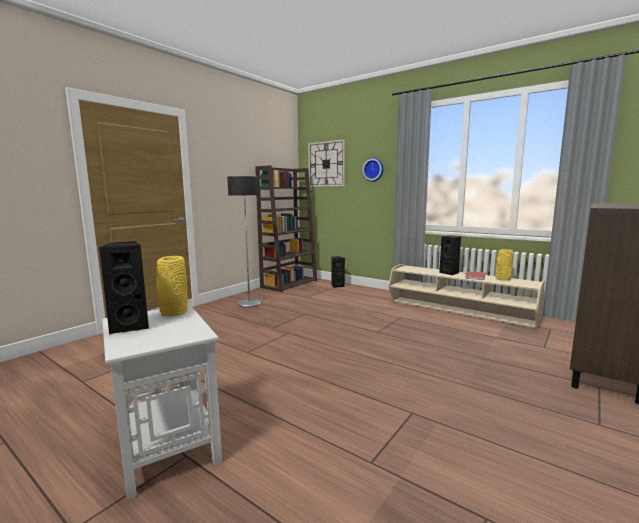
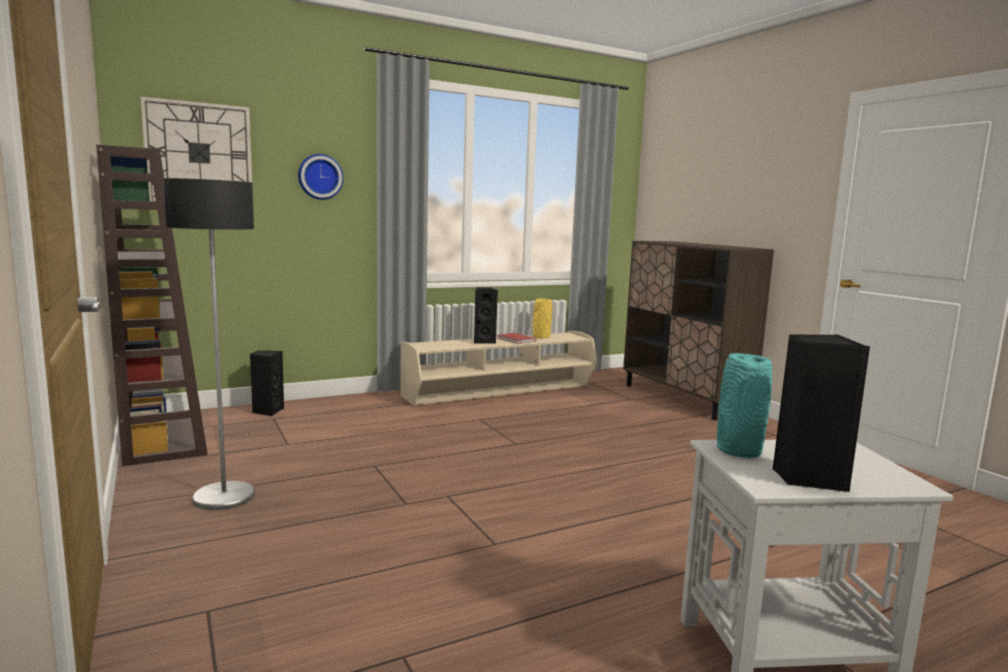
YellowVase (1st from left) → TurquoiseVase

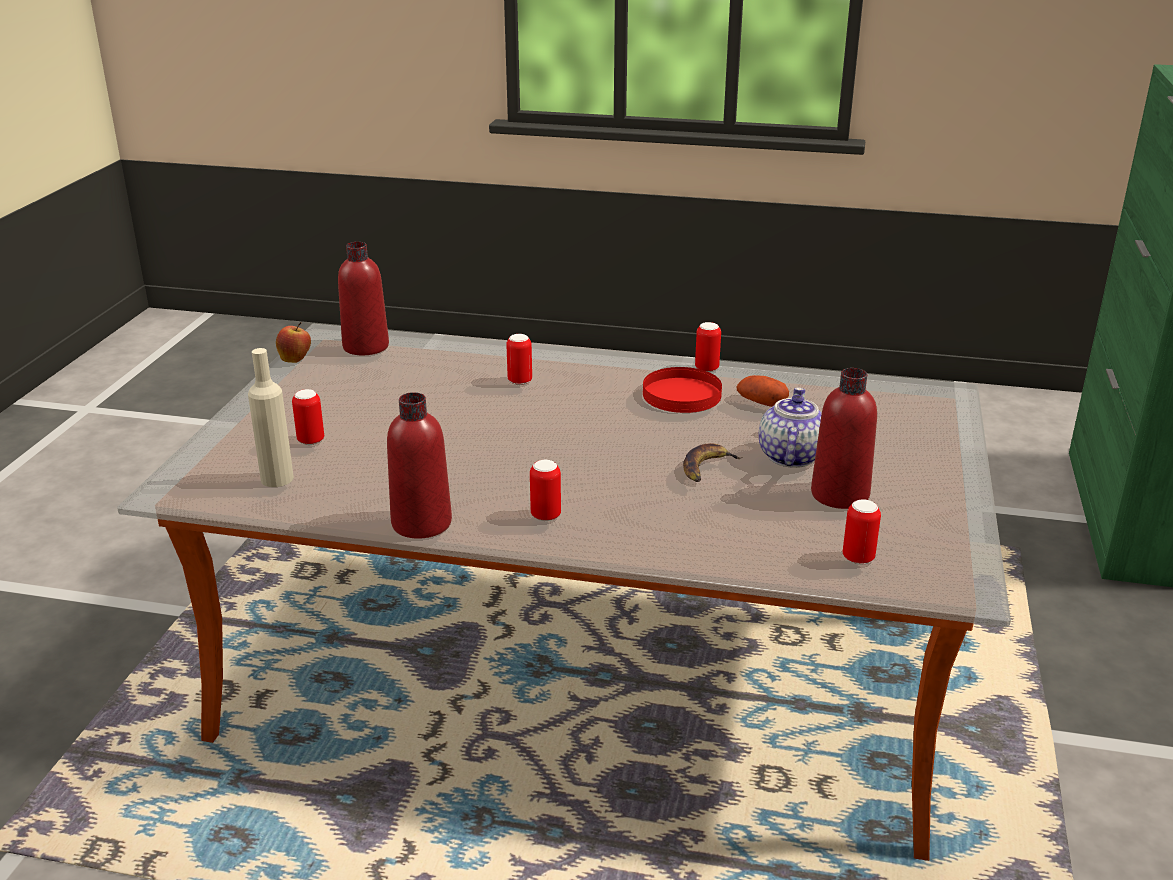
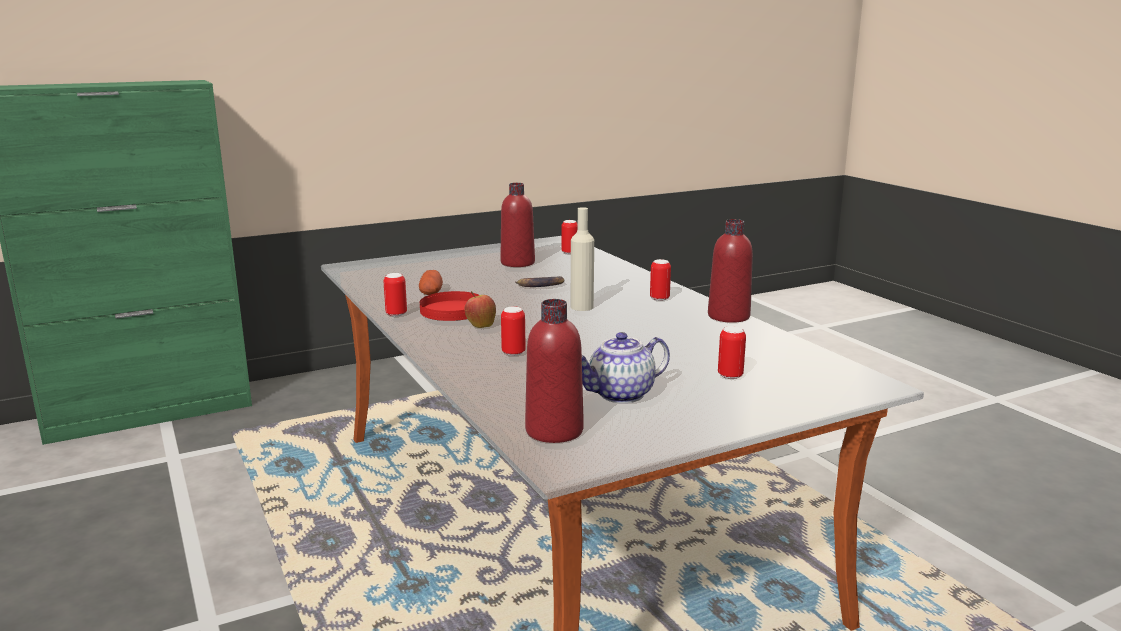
Apple, moved
BeigeBottle, moved
Teapot, moved

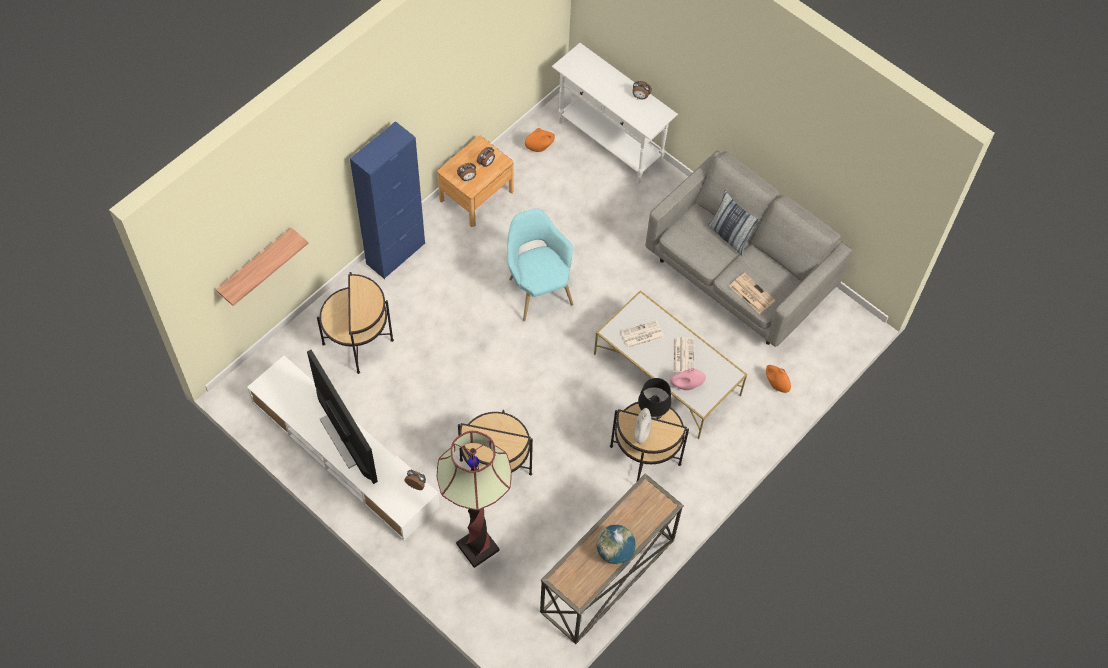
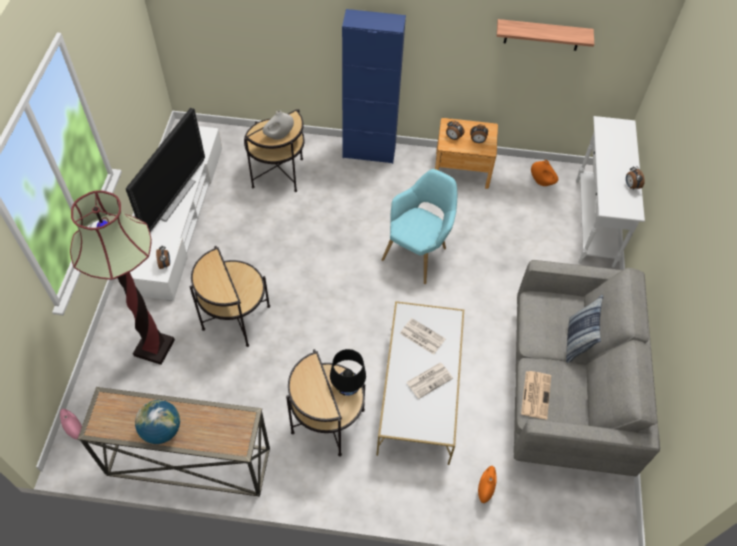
PinkVase, moved
WhiteVase, moved
Shelf, moved

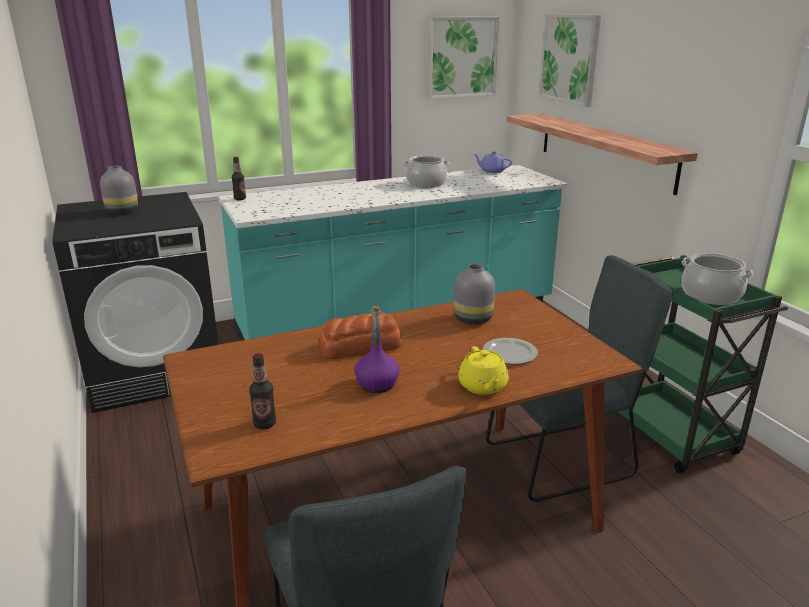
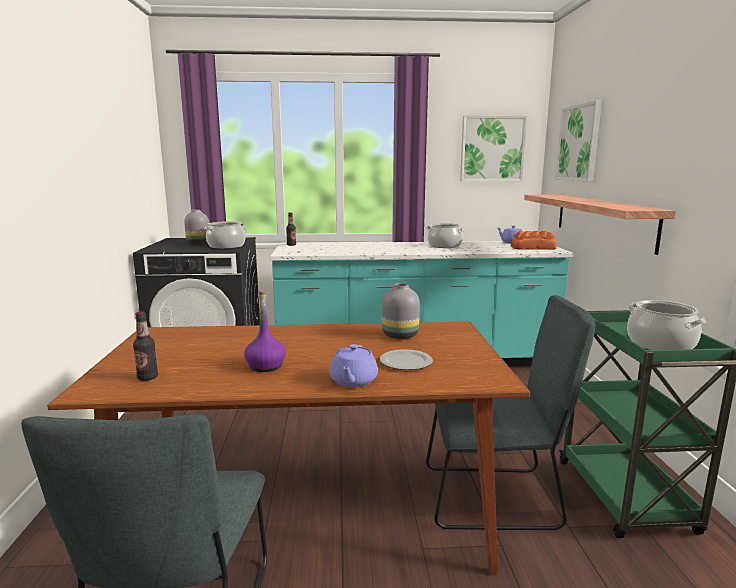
- → CookingPot (1st from left)
YellowTeapot → PurpleTeapot (1st from left)
Bread, moved

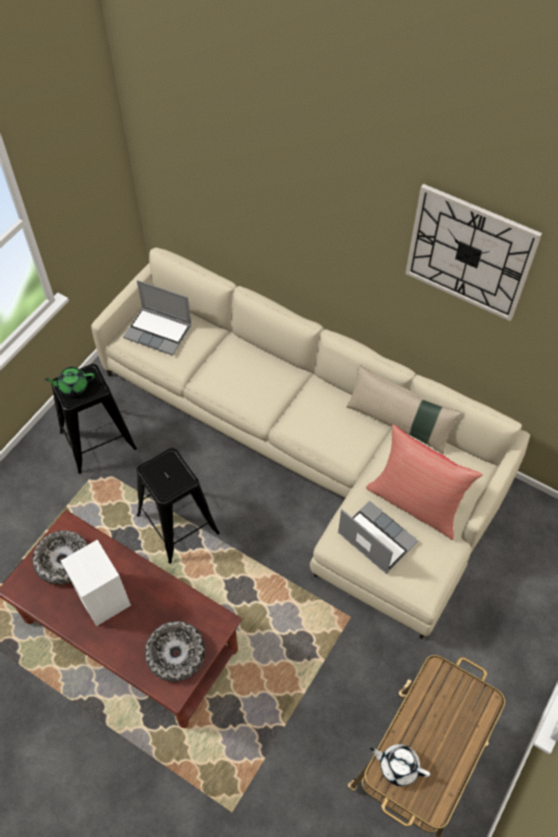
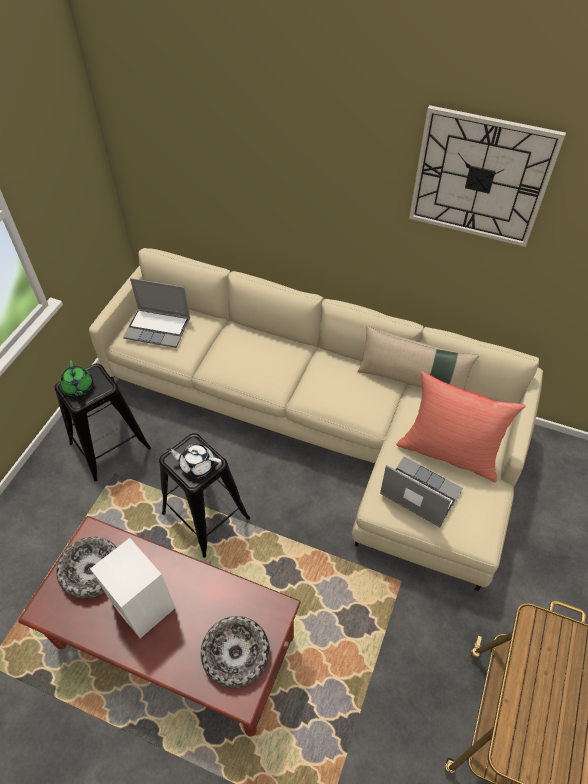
GreenTeapot, 90 degrees counterclockwise
WhiteTeapot, moved

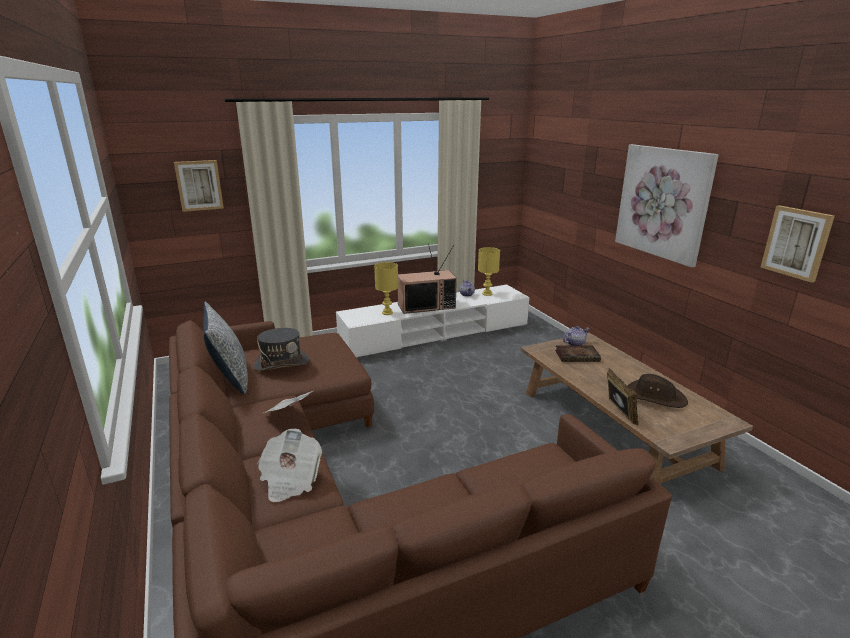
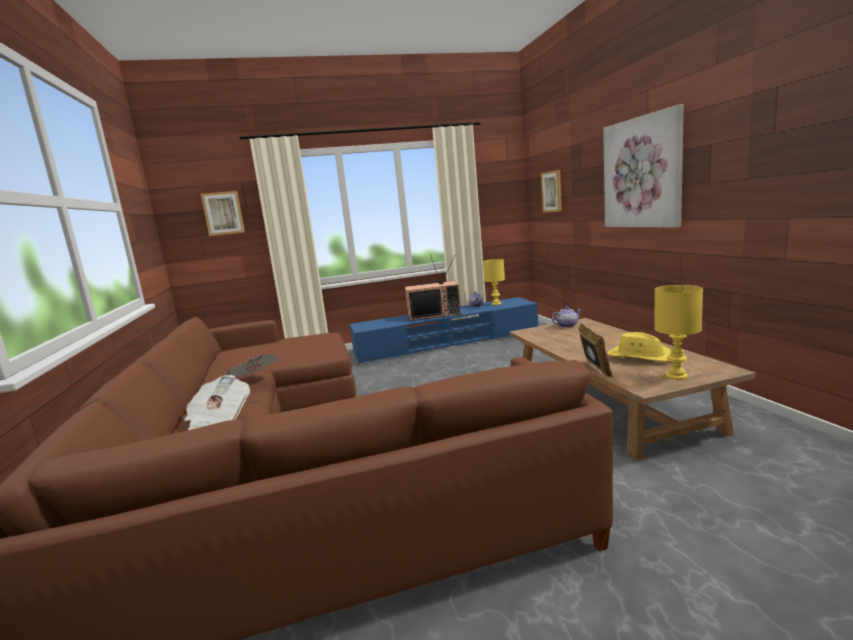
WhiteTvStand → BlueTvStand
Picture (3rd from left in the first image) → Picture (2nd from left), moved
BrownHat → YellowHat
YellowTableLamp (1st from left in the first image) → YellowTableLamp (2nd from left), moved
Pillow → -
GreyHat → -
Book → -

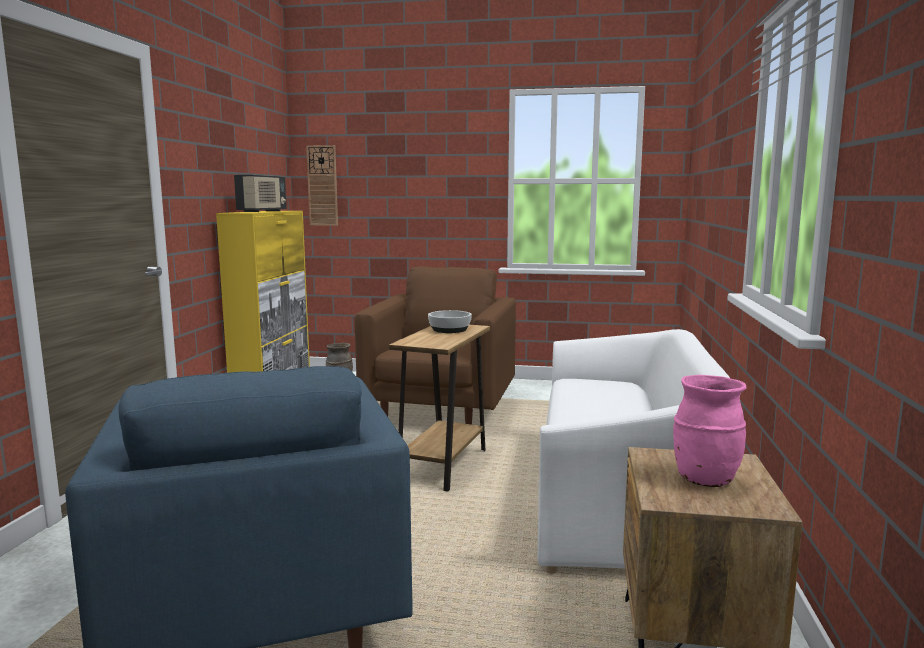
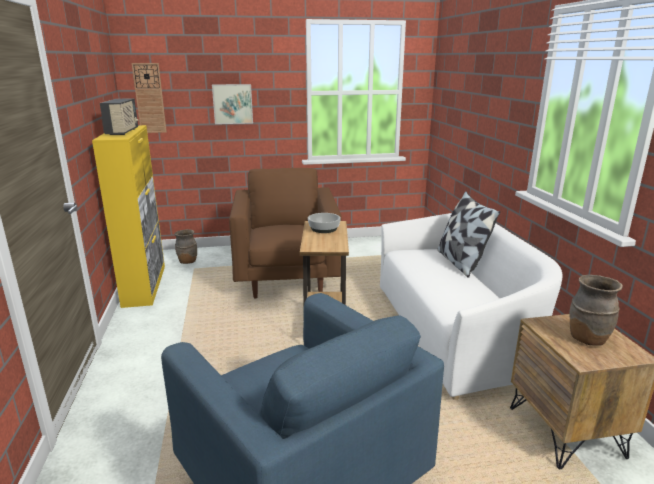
- → Picture
- → Pillow
PinkVase → BrownVase (2nd from left)

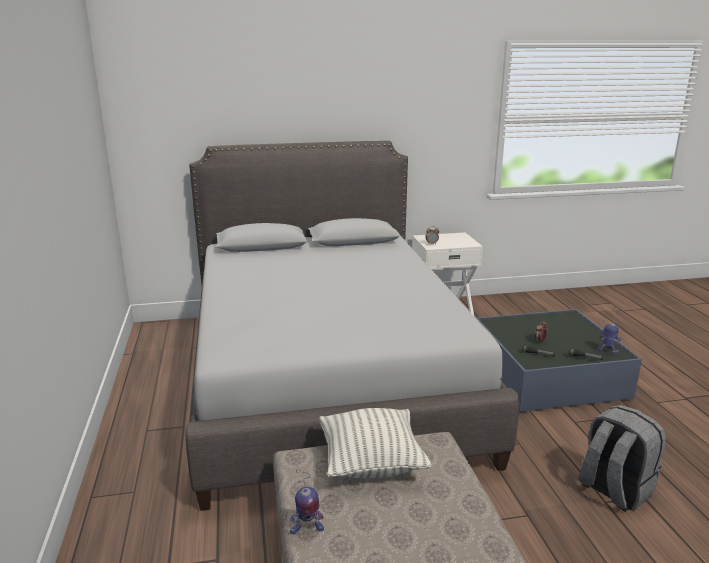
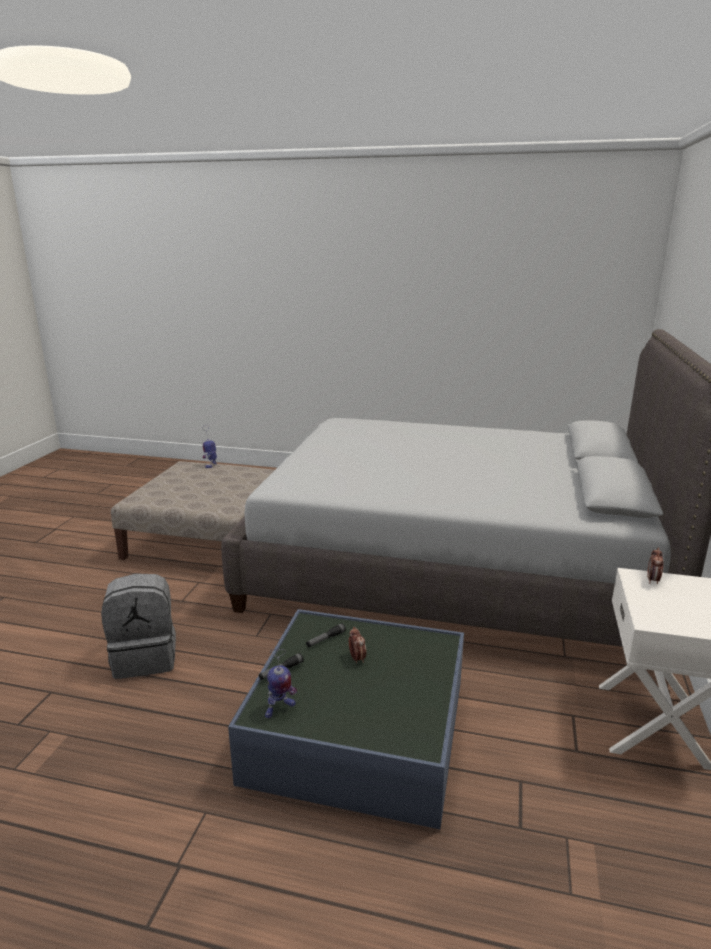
Pillow → -

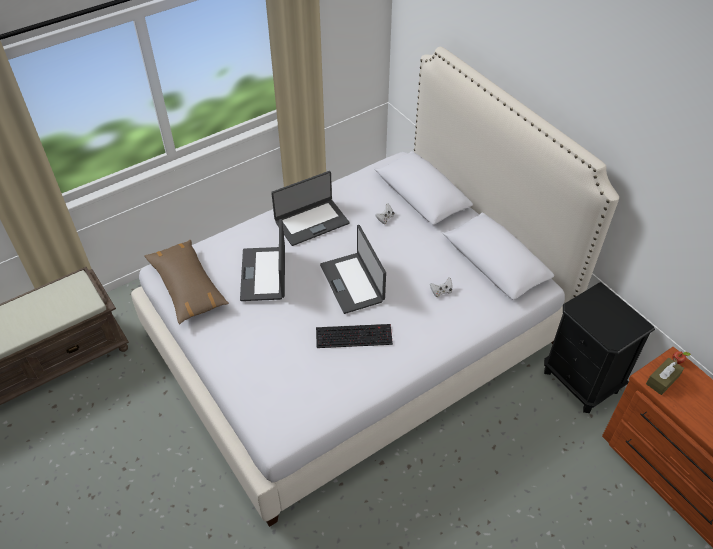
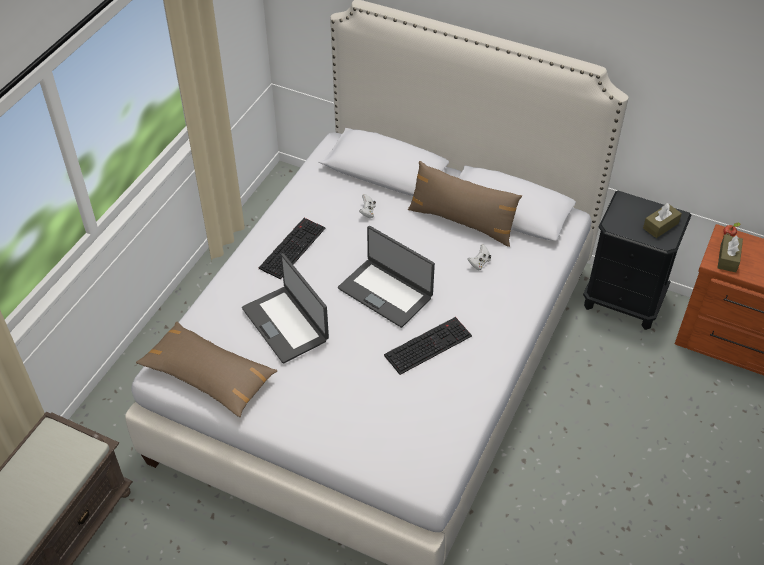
Laptop (2nd from left) → Keyboard (1st from left)
- → BrownPillow (2nd from left)
- → BrownTissueBox (1st from left)

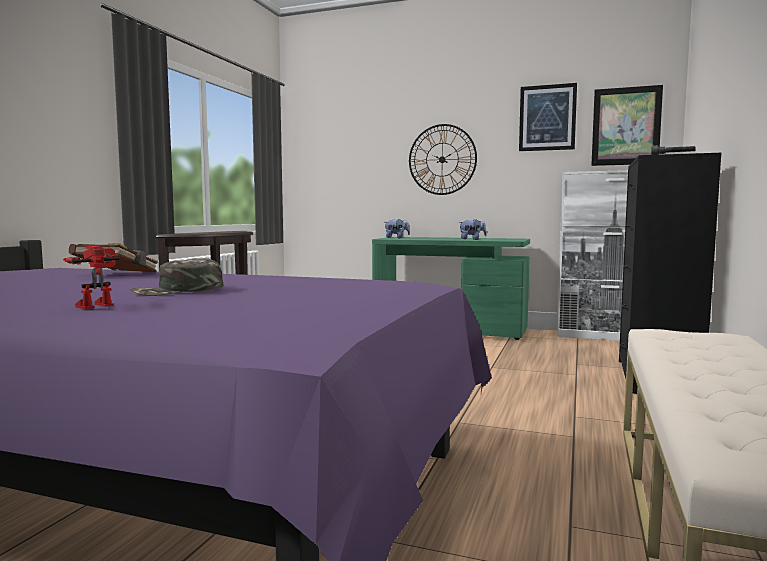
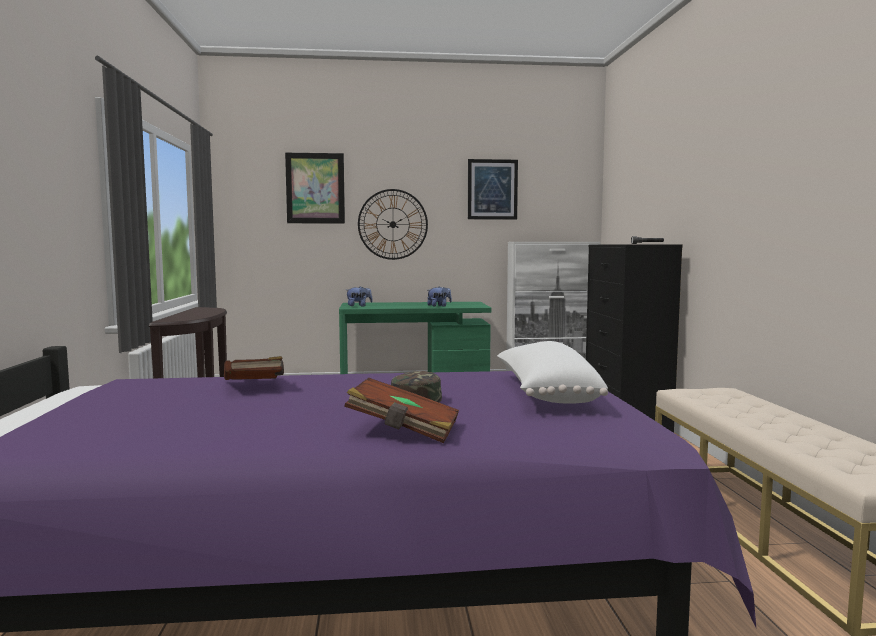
Picture (2nd from left in the first image) → Picture (1st from left), moved
ToyRobot → BrownBook (2nd from left)
- → WhitePillow

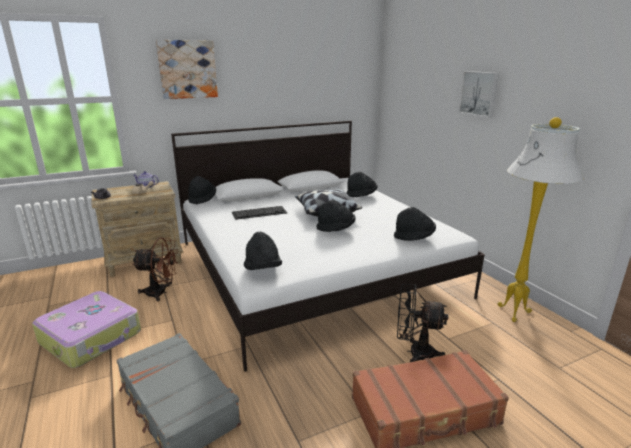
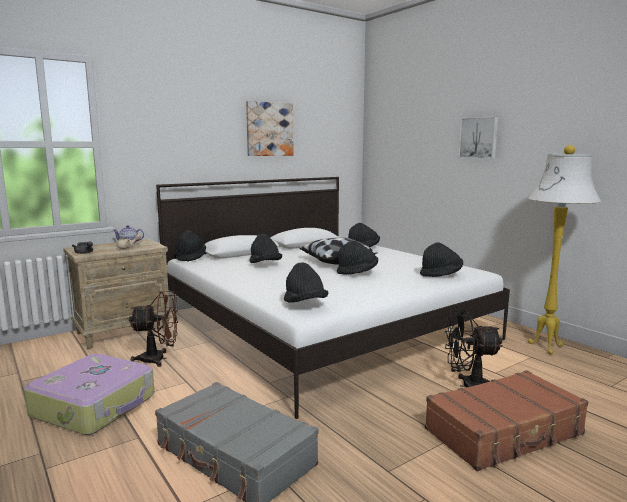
Picture (1st from left), moved
Keyboard → BlackHat (2nd from left)

